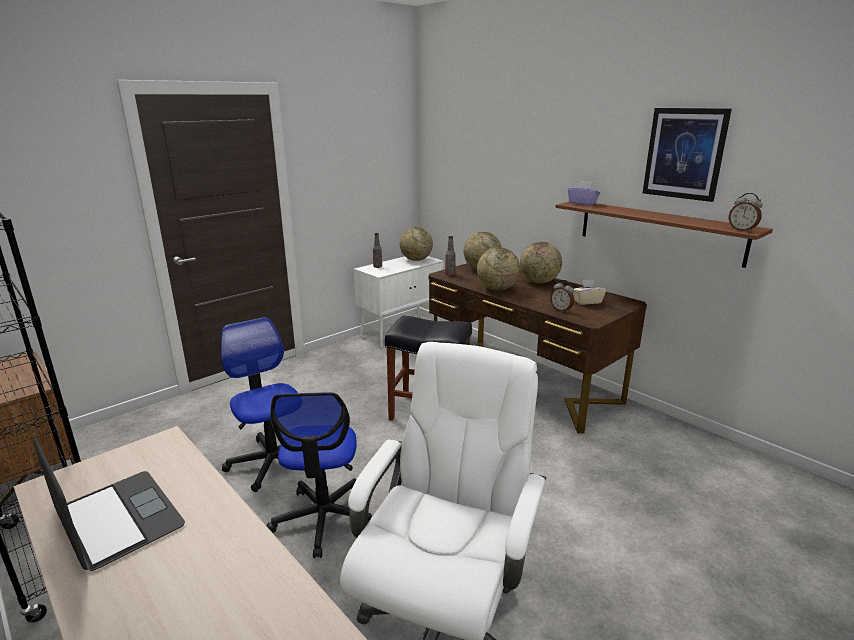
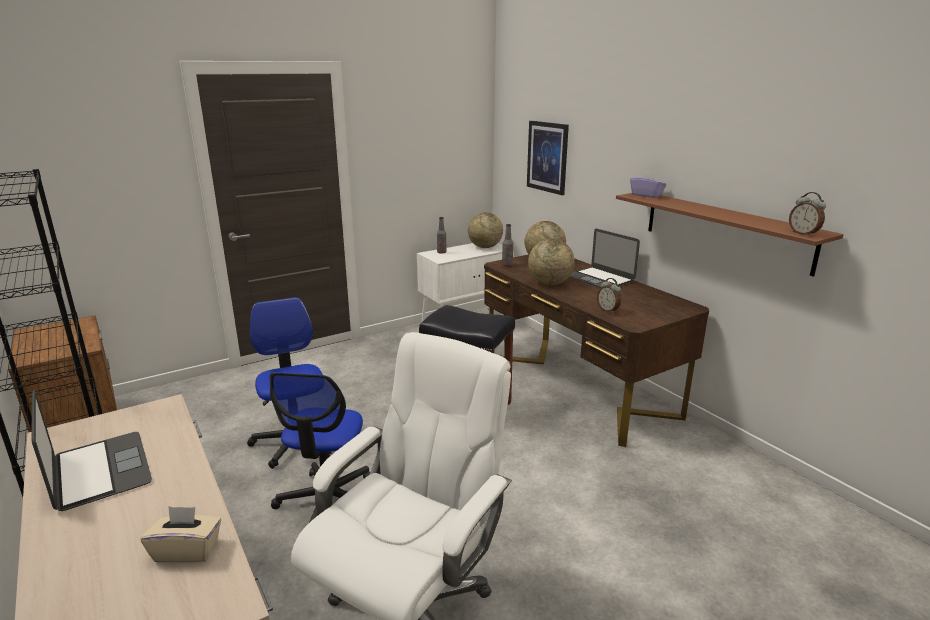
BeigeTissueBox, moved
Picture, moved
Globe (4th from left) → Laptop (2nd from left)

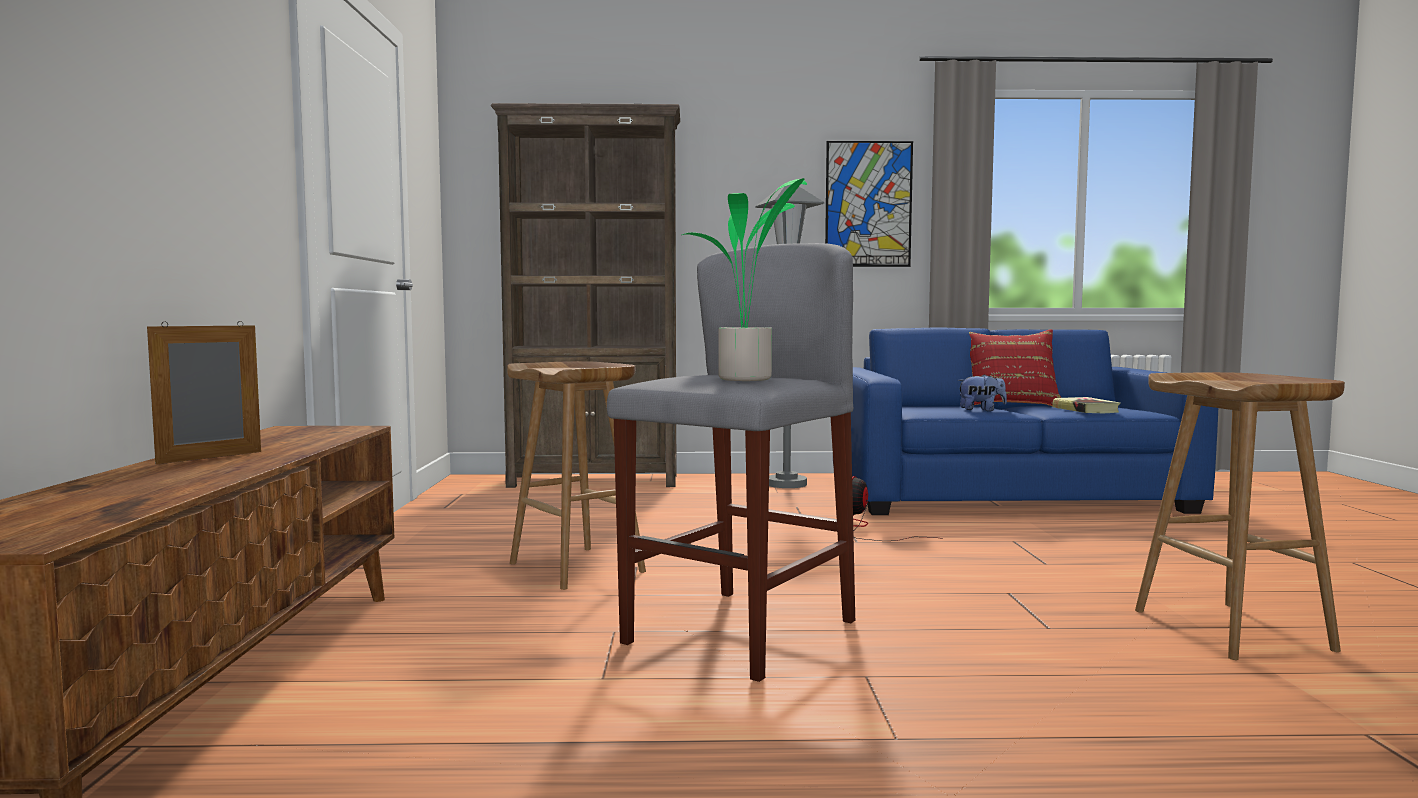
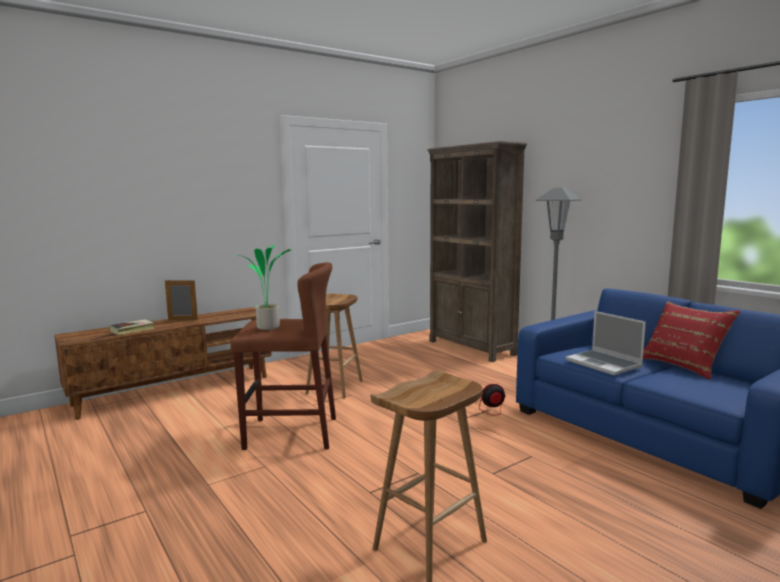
Book, moved
GreyStool → BrownStool (1st from left)
PlushToy → Laptop
Picture → -

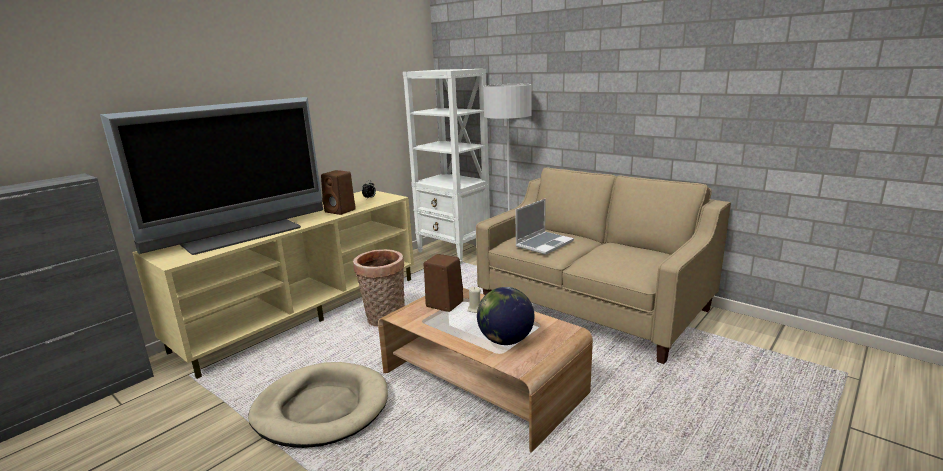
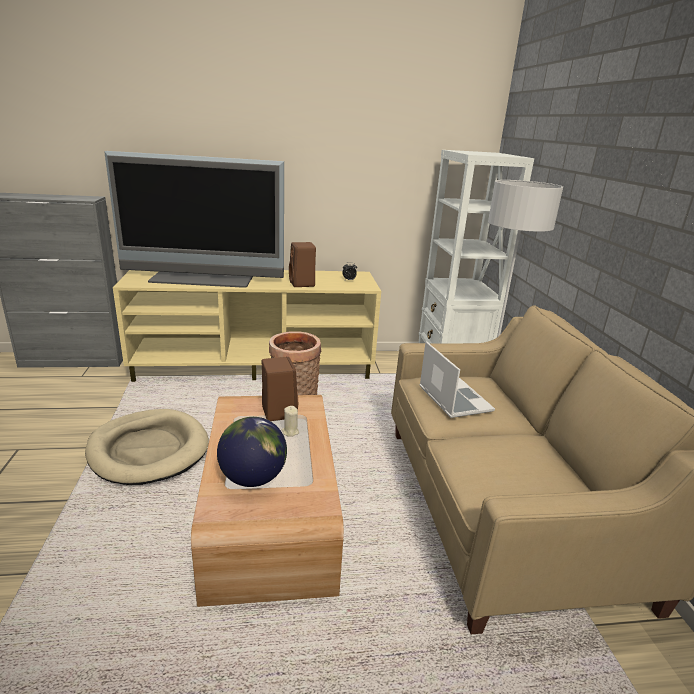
Laptop, 105 degrees counterclockwise

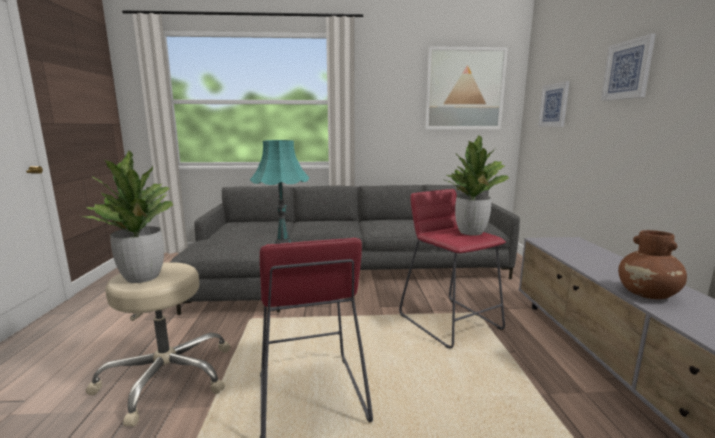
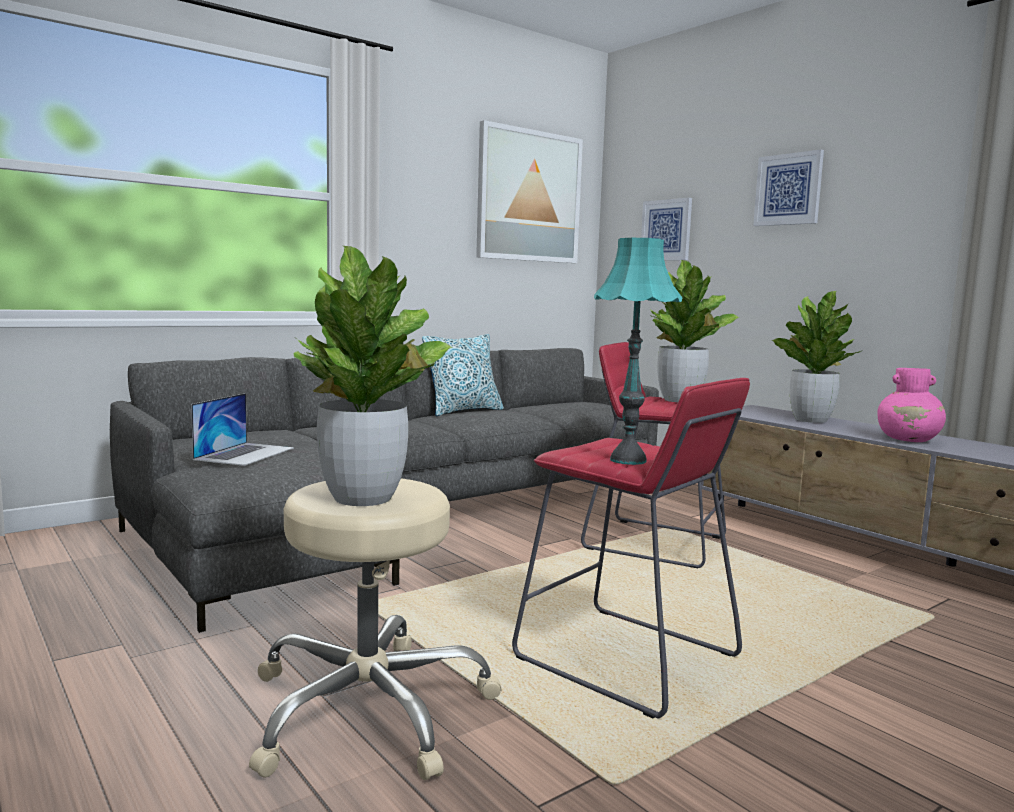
- → Laptop
- → Pillow
- → PottedPlant (3rd from left)
BrownVase → PinkVase

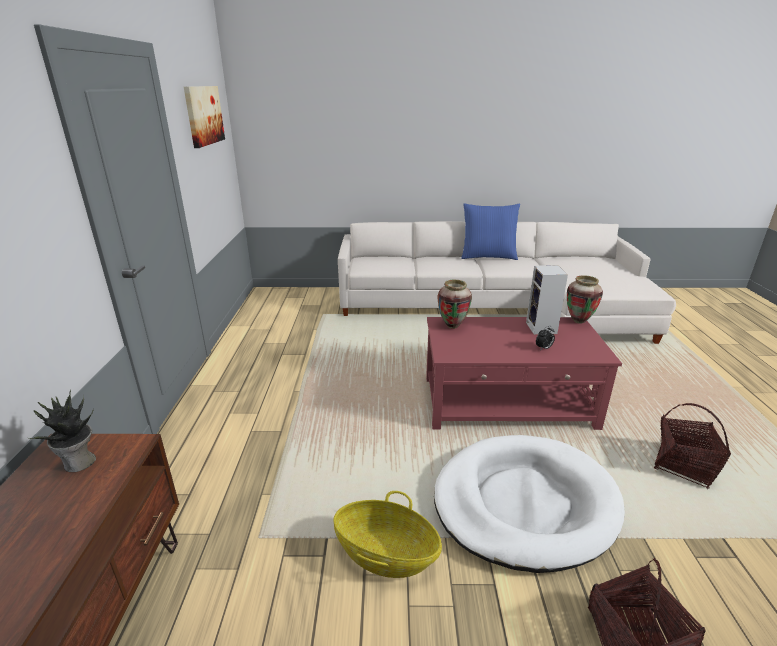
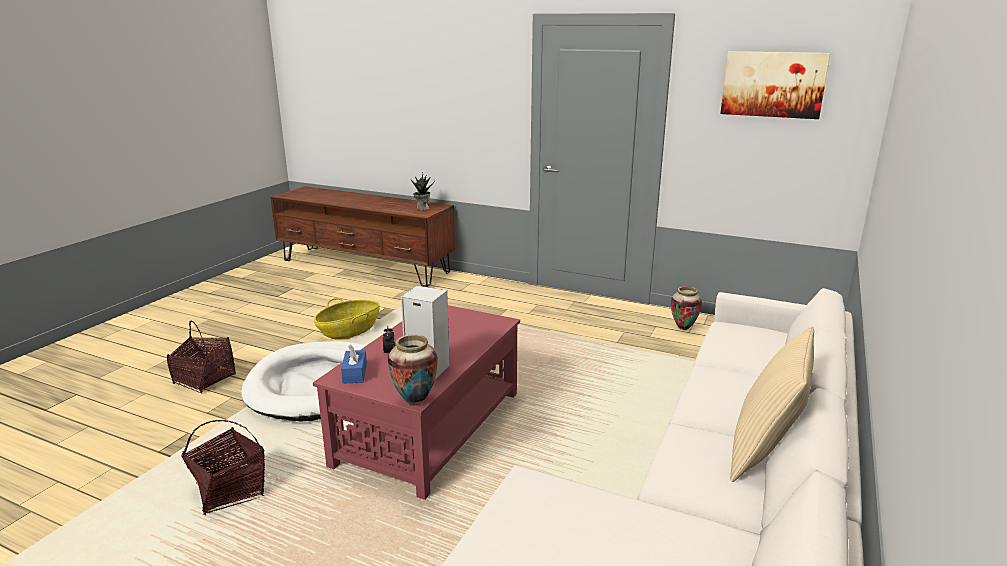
- → BlueTissueBox
Vase (1st from left in the first image) → Vase (2nd from left), moved
BluePillow → BeigePillow

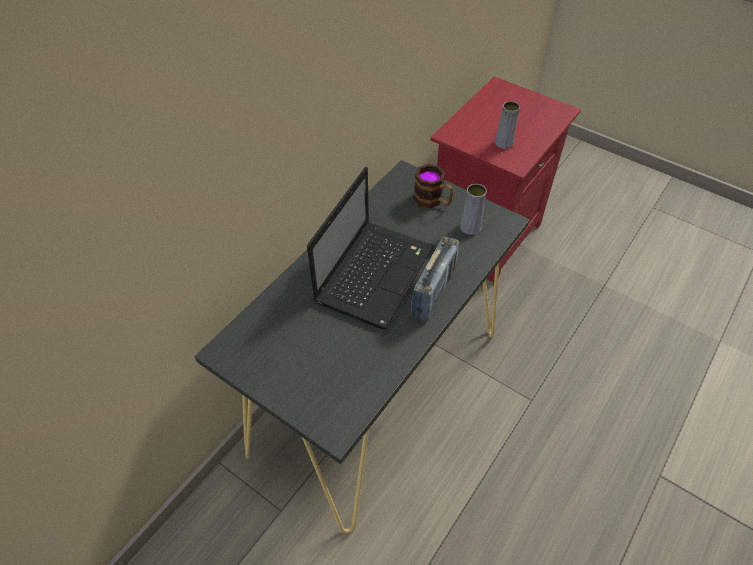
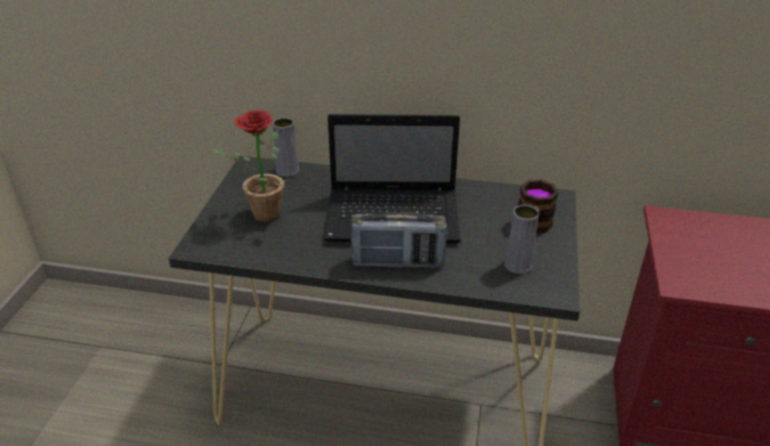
- → PottedPlant
GreyVase (2nd from left in the first image) → GreyVase (1st from left), moved

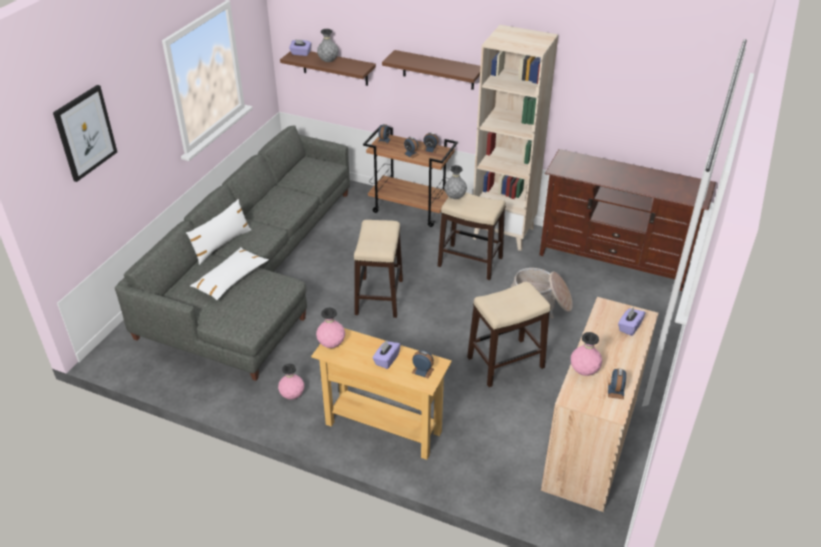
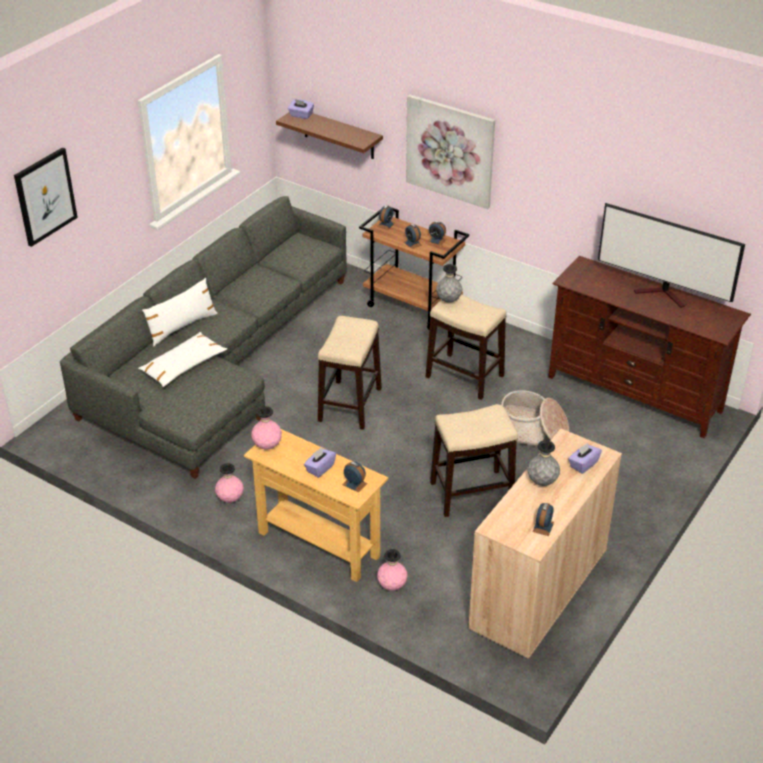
PinkVase (3rd from left), moved
BrownShelf (2nd from left) → Picture (2nd from left)
GreyVase (1st from left in the first image) → GreyVase (2nd from left), moved
- → Television
BeigeBookcase → -

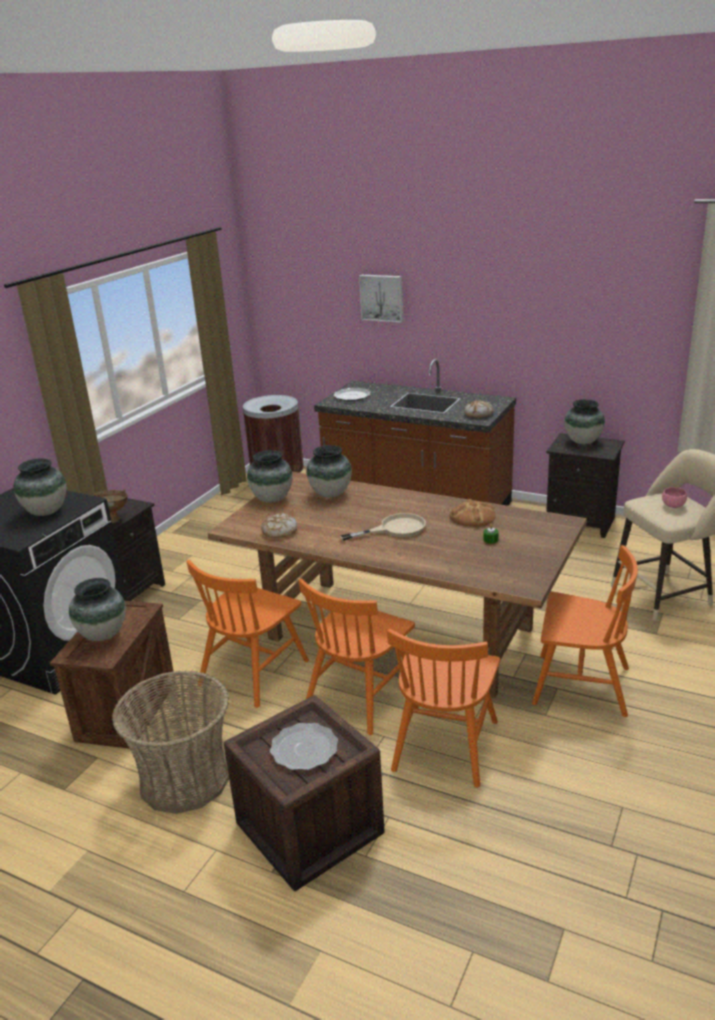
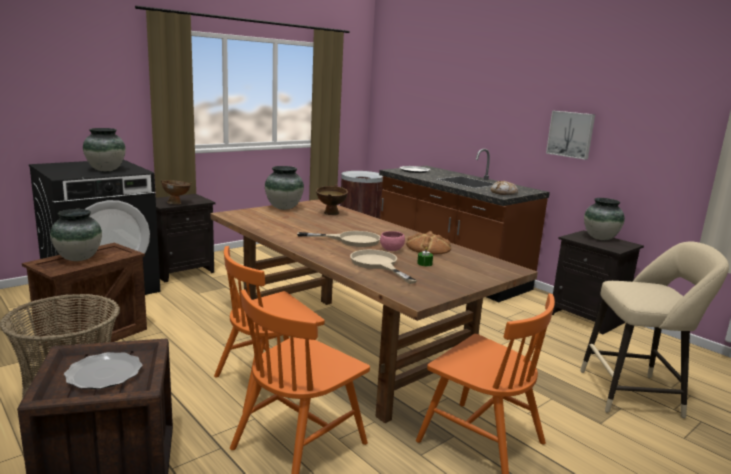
Vase (4th from left) → BrownBowl (2nd from left)
- → BeigeFryingPan (2nd from left)
PinkBowl, moved
Picture, moved
OrangeChair (1st from left) → -
Bread (1st from left) → -

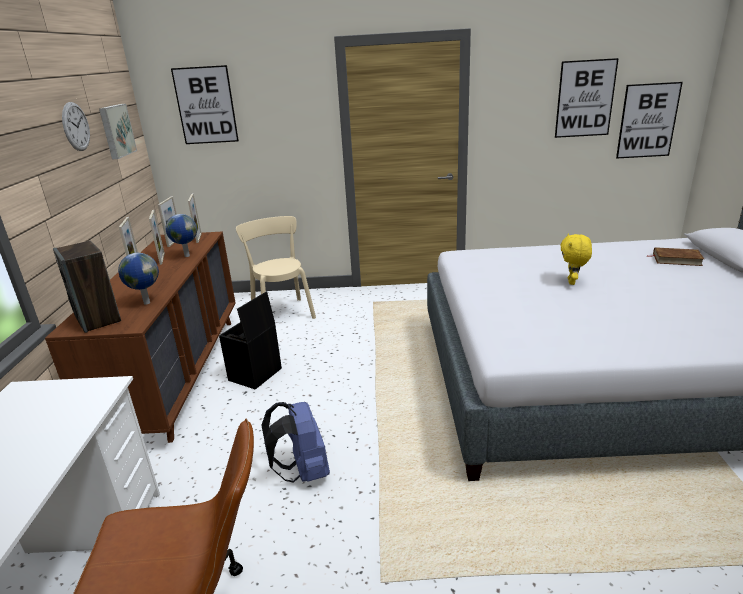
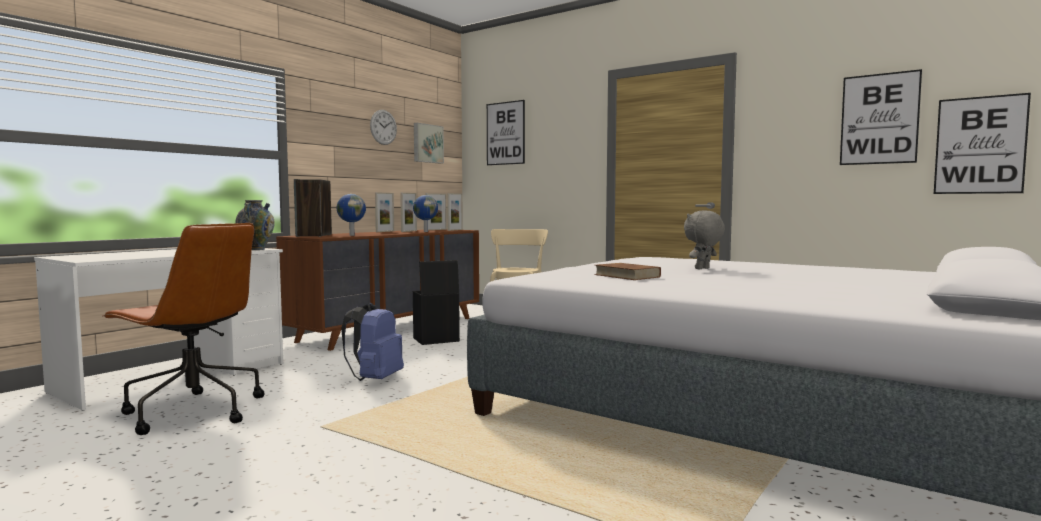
- → Vase
BrownBook, moved
YellowPlushToy → GreyPlushToy

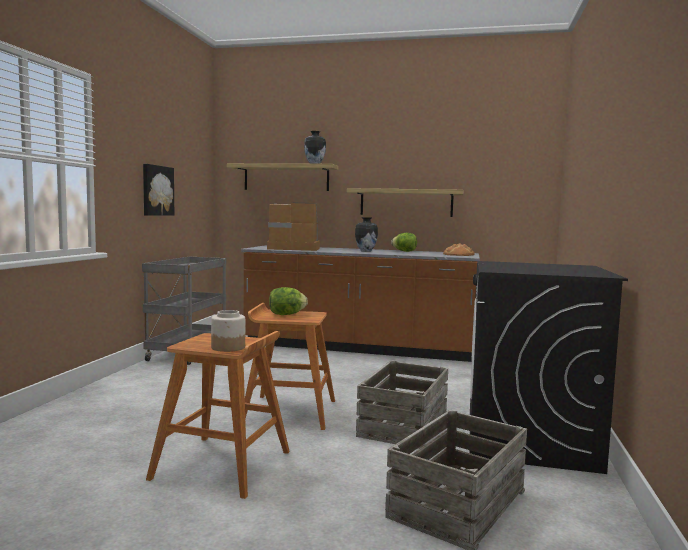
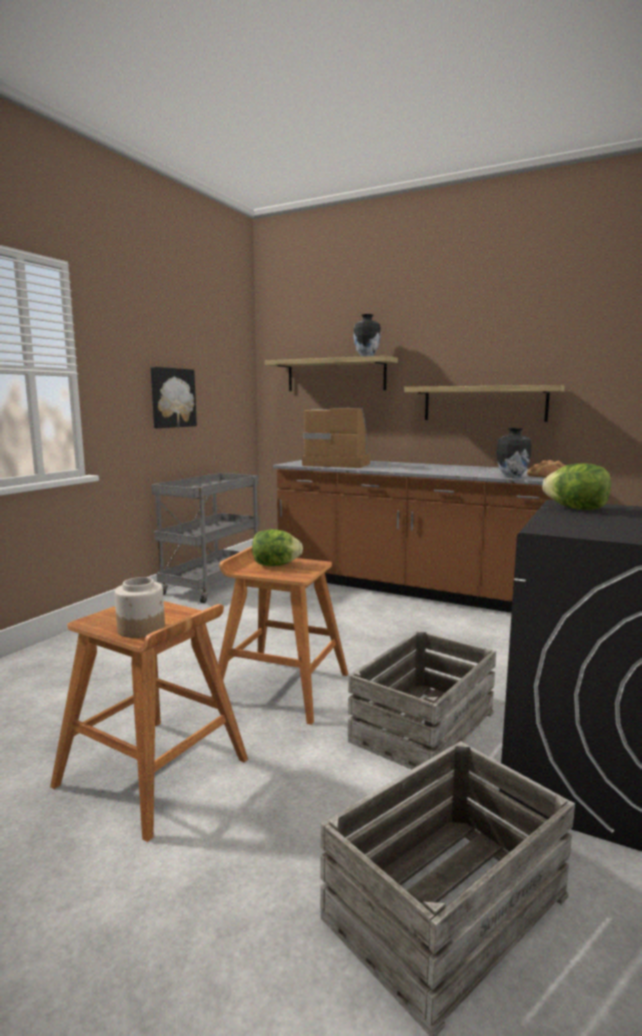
Vase (2nd from left), moved
Lettuce (2nd from left), moved

